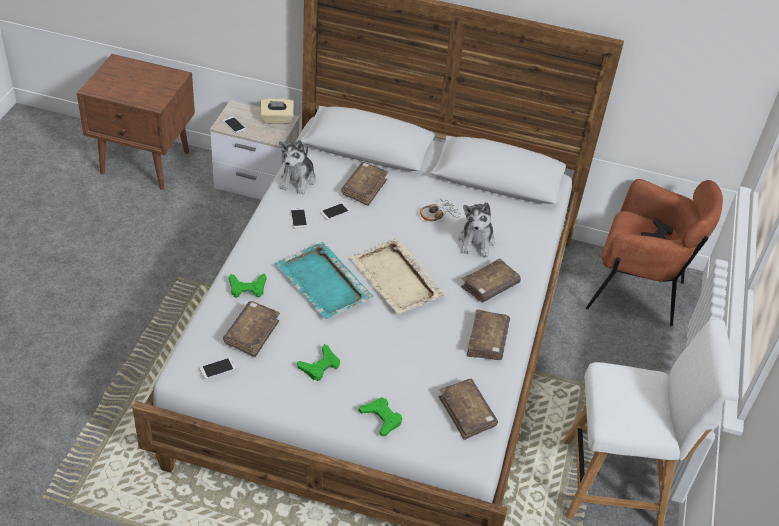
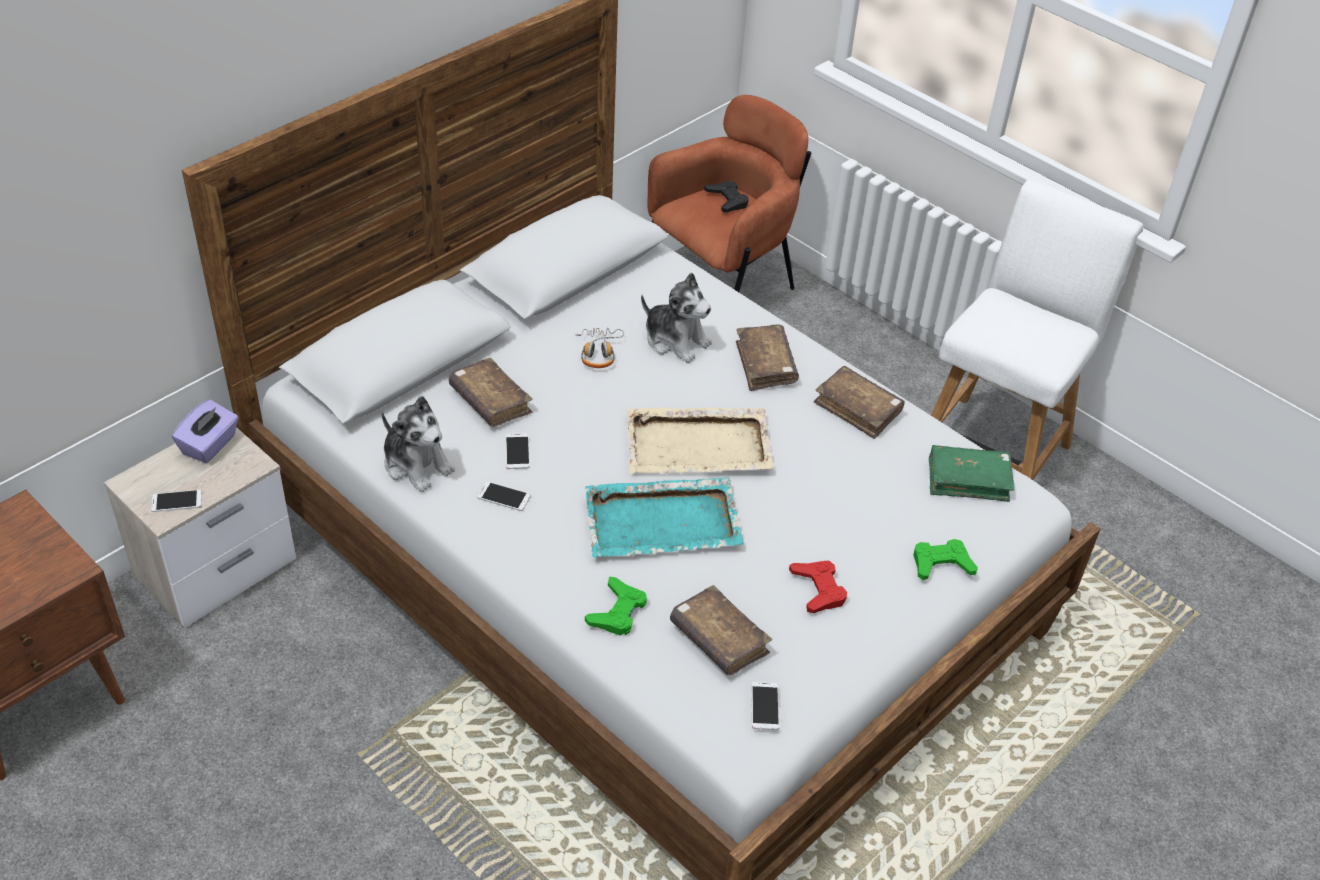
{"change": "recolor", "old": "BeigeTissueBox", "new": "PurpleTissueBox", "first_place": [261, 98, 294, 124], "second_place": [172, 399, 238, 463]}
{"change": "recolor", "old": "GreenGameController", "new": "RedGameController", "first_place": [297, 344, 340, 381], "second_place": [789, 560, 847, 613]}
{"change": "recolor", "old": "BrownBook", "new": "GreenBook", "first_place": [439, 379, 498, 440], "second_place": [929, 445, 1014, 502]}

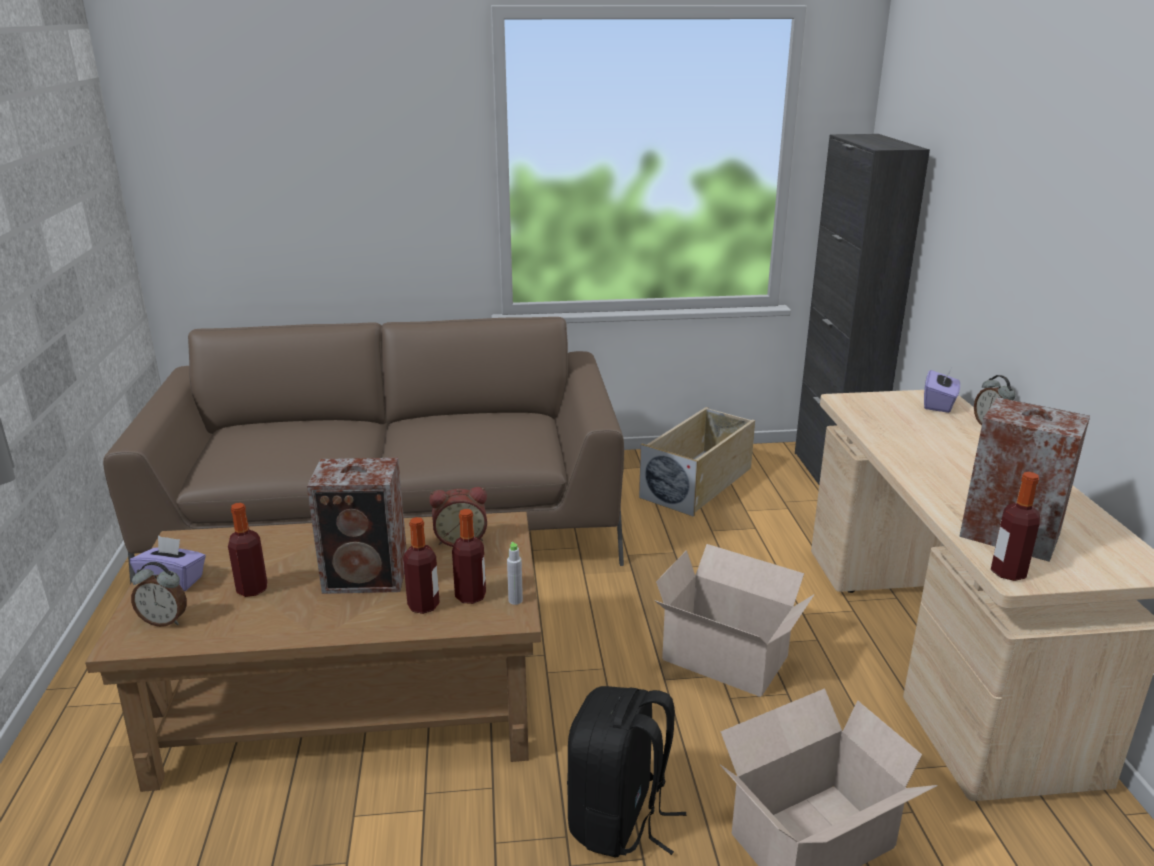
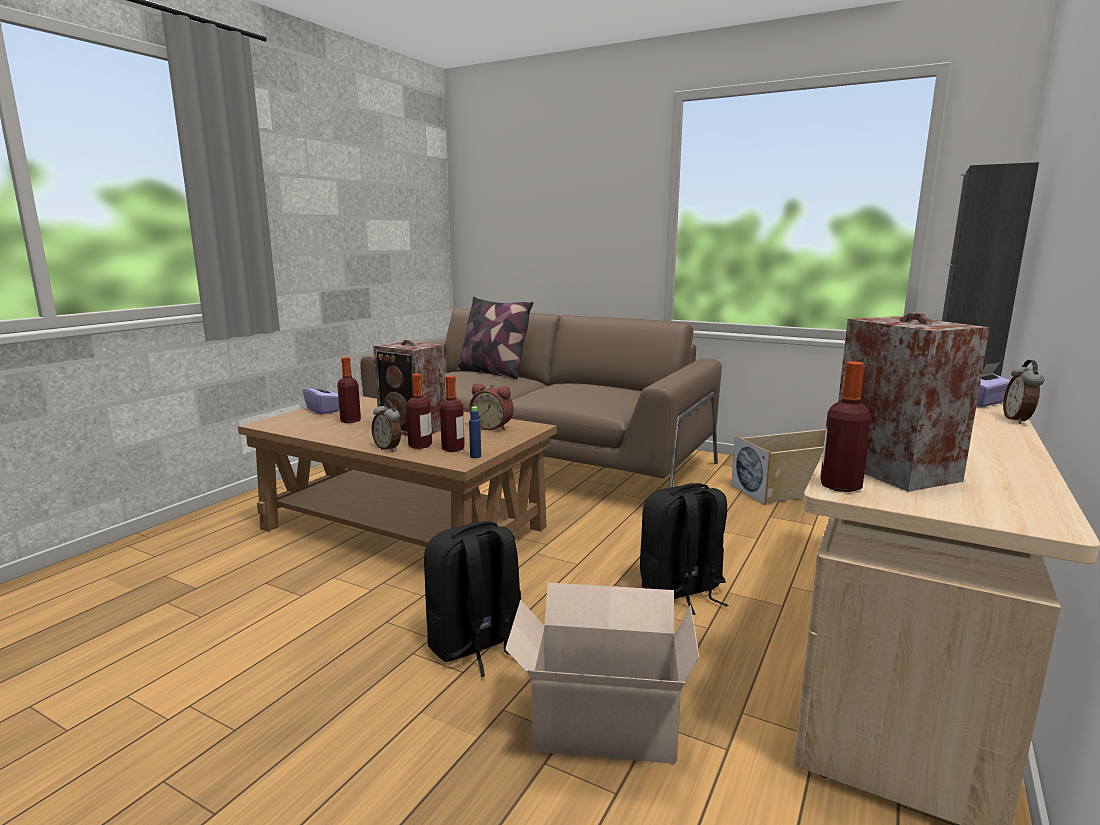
{"change": "move", "old": "AlarmClock", "first_place": [131, 562, 187, 627], "second_place": [372, 400, 401, 452]}
{"change": "insert", "new": "Pillow", "second_place": [457, 296, 534, 379]}
{"change": "recolor", "old": "GreyBottle", "new": "BlueBottle", "first_place": [507, 542, 523, 605], "second_place": [469, 406, 481, 458]}
{"change": "replace", "old": "CardboardBox", "new": "BlackBackpack", "first_place": [654, 544, 815, 697], "second_place": [640, 483, 728, 615]}

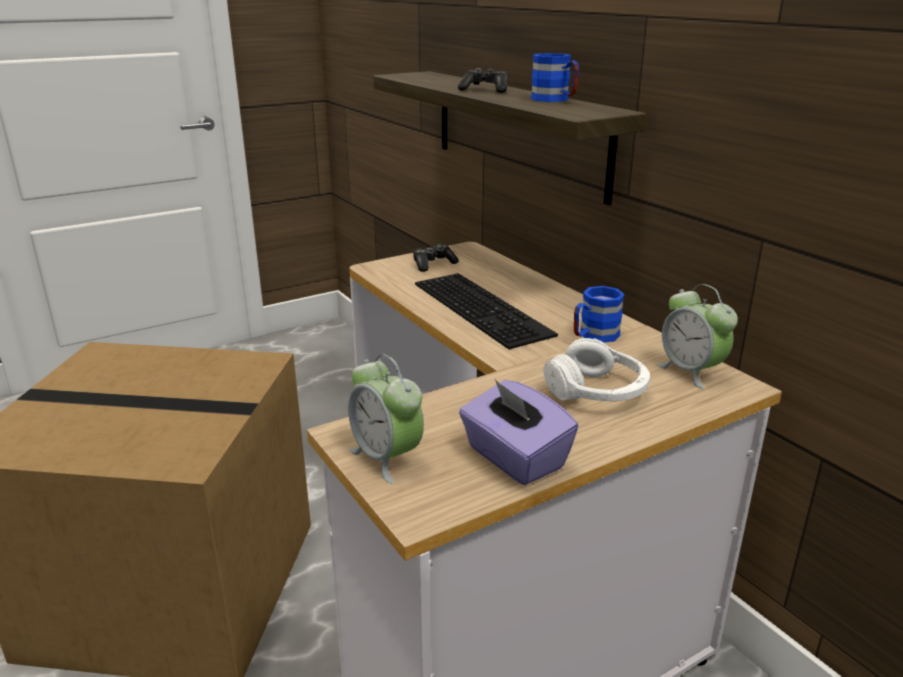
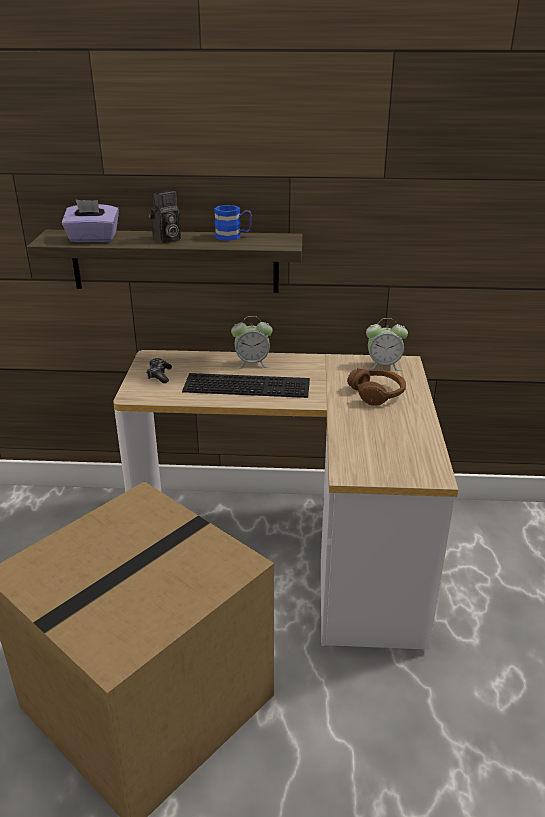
{"change": "move", "old": "PurpleTissueBox", "first_place": [459, 380, 578, 485], "second_place": [62, 199, 119, 242]}
{"change": "replace", "old": "GameController", "new": "PhotoCamera", "first_place": [458, 68, 508, 93], "second_place": [148, 190, 181, 243]}
{"change": "move", "old": "AlarmClock", "first_place": [348, 354, 424, 484], "second_place": [231, 316, 272, 369]}
{"change": "recolor", "old": "WhiteHeadphones", "new": "BrownHeadphones", "first_place": [544, 338, 650, 401], "second_place": [347, 368, 406, 406]}
{"change": "delete", "old": "BlueMug", "first_place": [574, 286, 625, 343]}

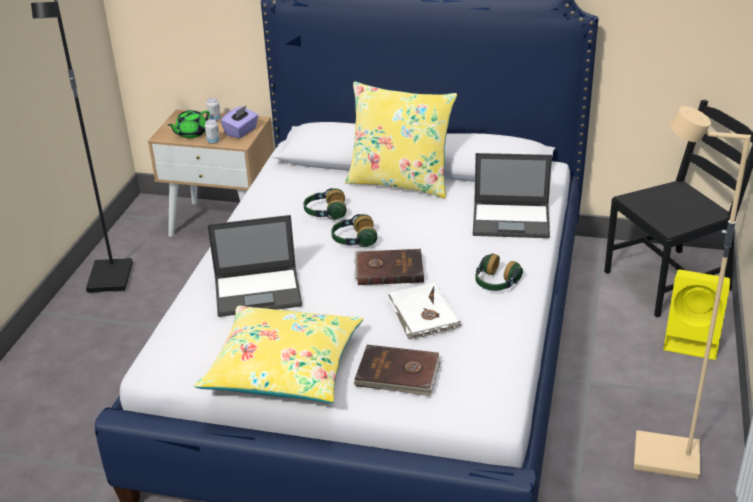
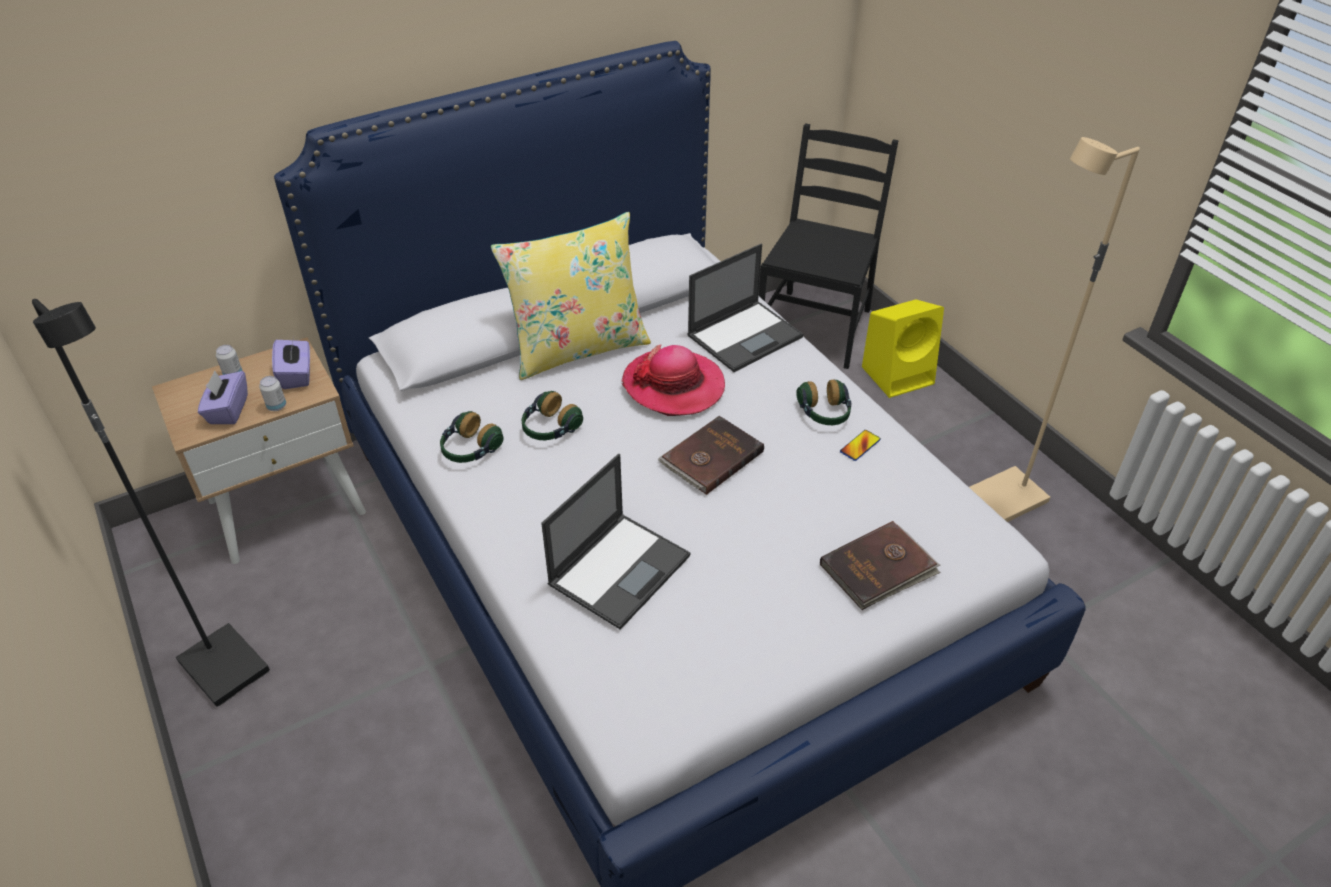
{"change": "replace", "old": "GreenTeapot", "new": "PurpleTissueBox", "first_place": [167, 110, 210, 138], "second_place": [198, 370, 248, 424]}
{"change": "move", "old": "Headphones", "first_place": [331, 214, 377, 247], "second_place": [440, 411, 504, 463]}
{"change": "insert", "new": "Hat", "second_place": [621, 345, 725, 416]}
{"change": "insert", "new": "Phone", "second_place": [840, 430, 881, 461]}
{"change": "delete", "old": "YellowPillow", "first_place": [194, 306, 363, 403]}
{"change": "delete", "old": "WhiteBook", "first_place": [388, 283, 461, 339]}

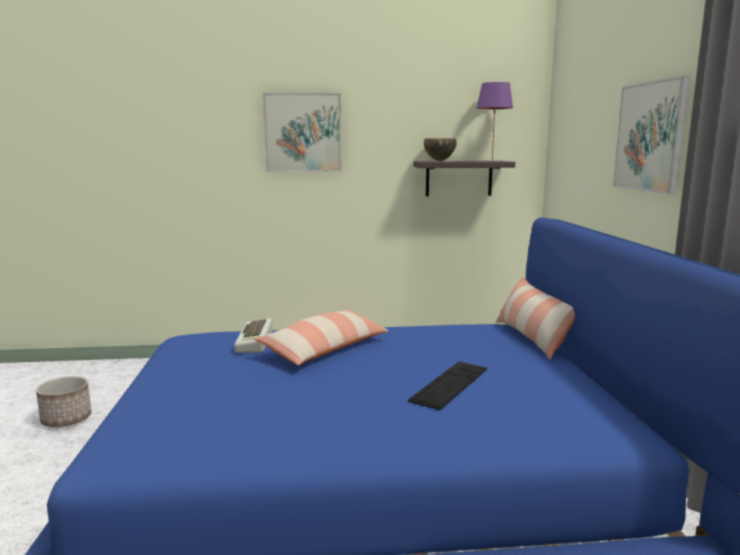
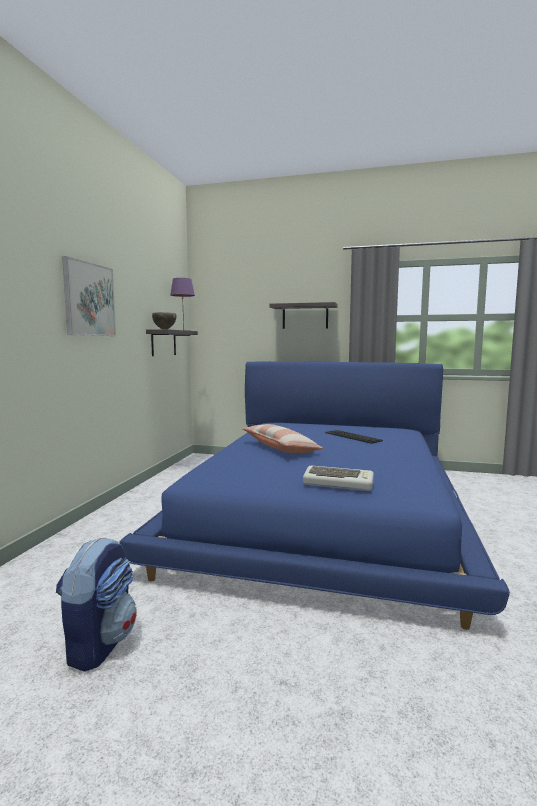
{"change": "replace", "old": "Planter", "new": "Backpack", "first_place": [36, 376, 91, 427], "second_place": [56, 538, 137, 672]}
{"change": "replace", "old": "Picture", "new": "Shelf", "first_place": [613, 76, 690, 194], "second_place": [269, 302, 337, 329]}
{"change": "move", "old": "Keyboard", "first_place": [234, 318, 272, 353], "second_place": [303, 466, 374, 491]}
{"change": "delete", "old": "Pillow", "first_place": [496, 276, 575, 360]}

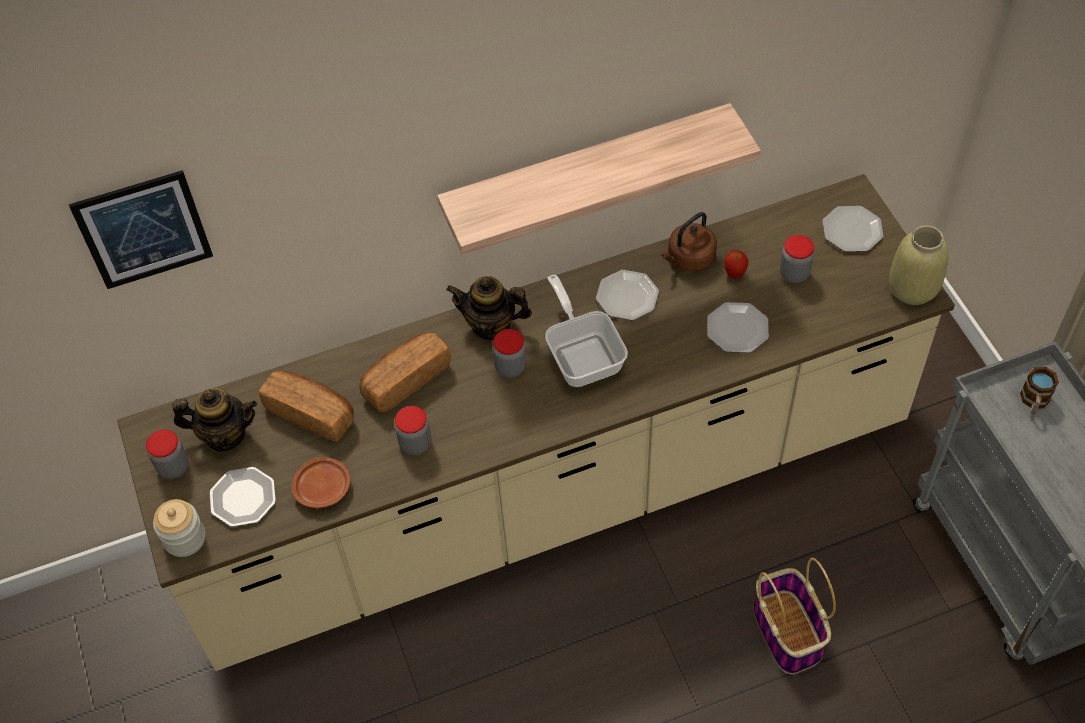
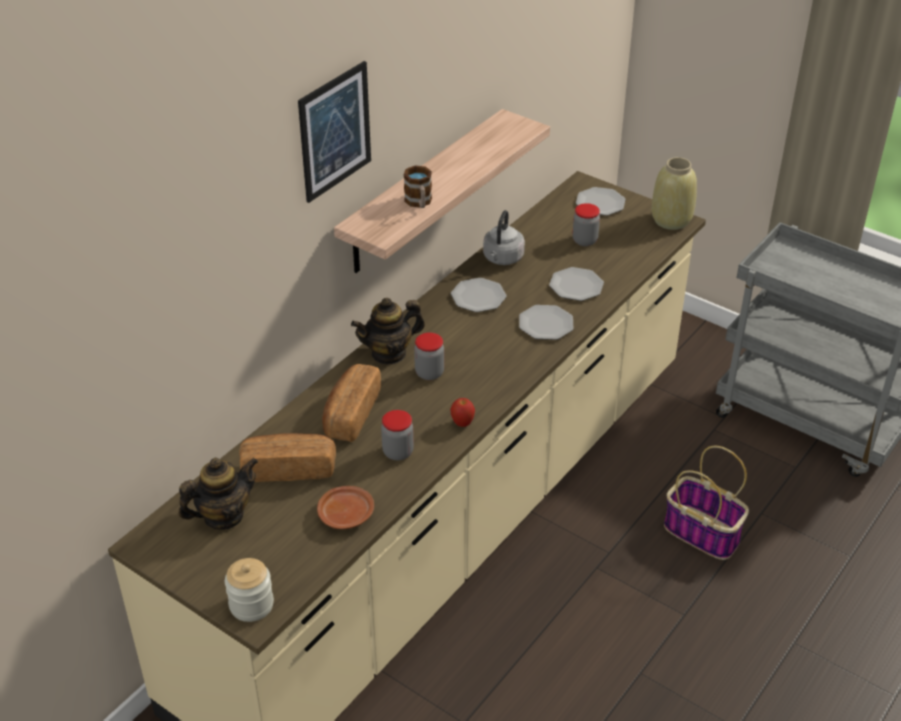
{"change": "move", "old": "Picture", "first_place": [69, 170, 213, 289], "second_place": [298, 61, 371, 203]}
{"change": "move", "old": "Mug", "first_place": [1020, 367, 1059, 414], "second_place": [404, 166, 432, 208]}
{"change": "move", "old": "Apple", "first_place": [724, 250, 748, 278], "second_place": [450, 398, 475, 427]}
{"change": "recolor", "old": "BrownKettle", "new": "GreyKettle", "first_place": [661, 212, 717, 272], "second_place": [483, 210, 525, 265]}
{"change": "move", "old": "Plate", "first_place": [210, 467, 276, 527], "second_place": [519, 305, 574, 340]}
{"change": "delete", "old": "Jar", "first_place": [146, 429, 189, 479]}
{"change": "delete", "old": "FryingPan", "first_place": [545, 275, 628, 387]}

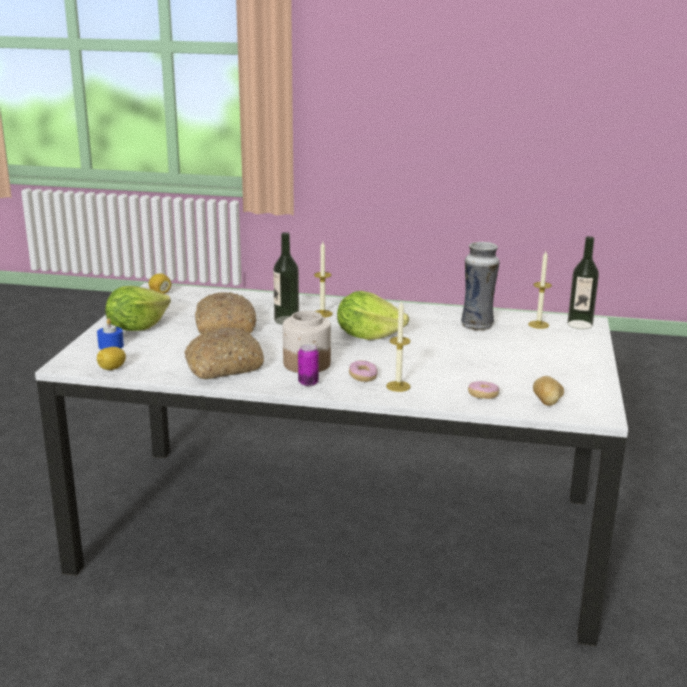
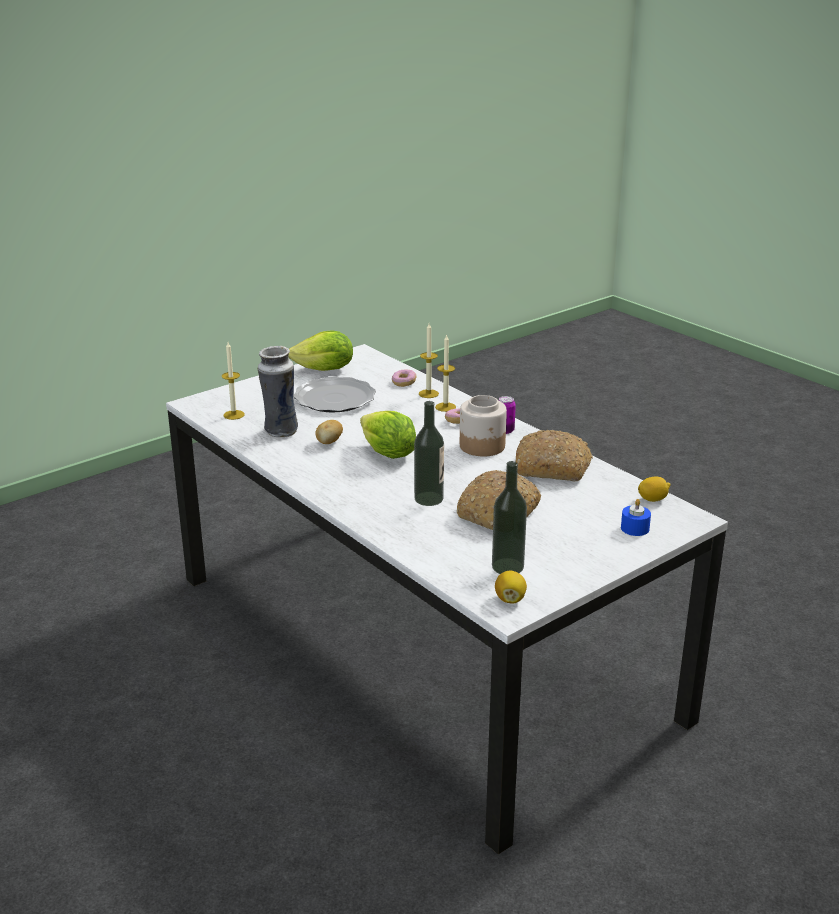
{"change": "move", "old": "Lettuce", "first_place": [105, 286, 171, 331], "second_place": [288, 330, 353, 371]}
{"change": "insert", "new": "Plate", "second_place": [294, 377, 376, 412]}
{"change": "move", "old": "Potato", "first_place": [533, 376, 564, 406], "second_place": [315, 420, 343, 444]}
{"change": "move", "old": "Candle", "first_place": [314, 242, 333, 317], "second_place": [419, 323, 439, 398]}
{"change": "move", "old": "Bottle", "first_place": [567, 236, 599, 329], "second_place": [492, 461, 527, 574]}

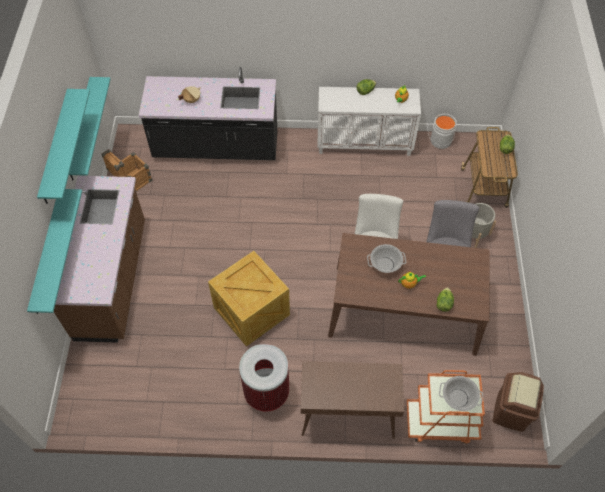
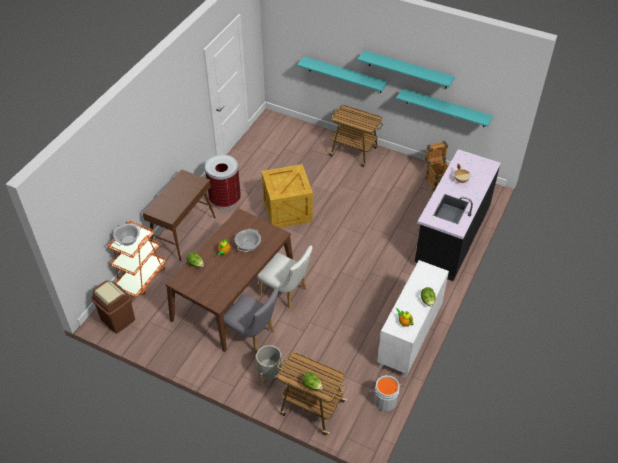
{"change": "replace", "old": "BrownCounter", "new": "Cart", "first_place": [54, 176, 145, 343], "second_place": [327, 105, 383, 167]}

